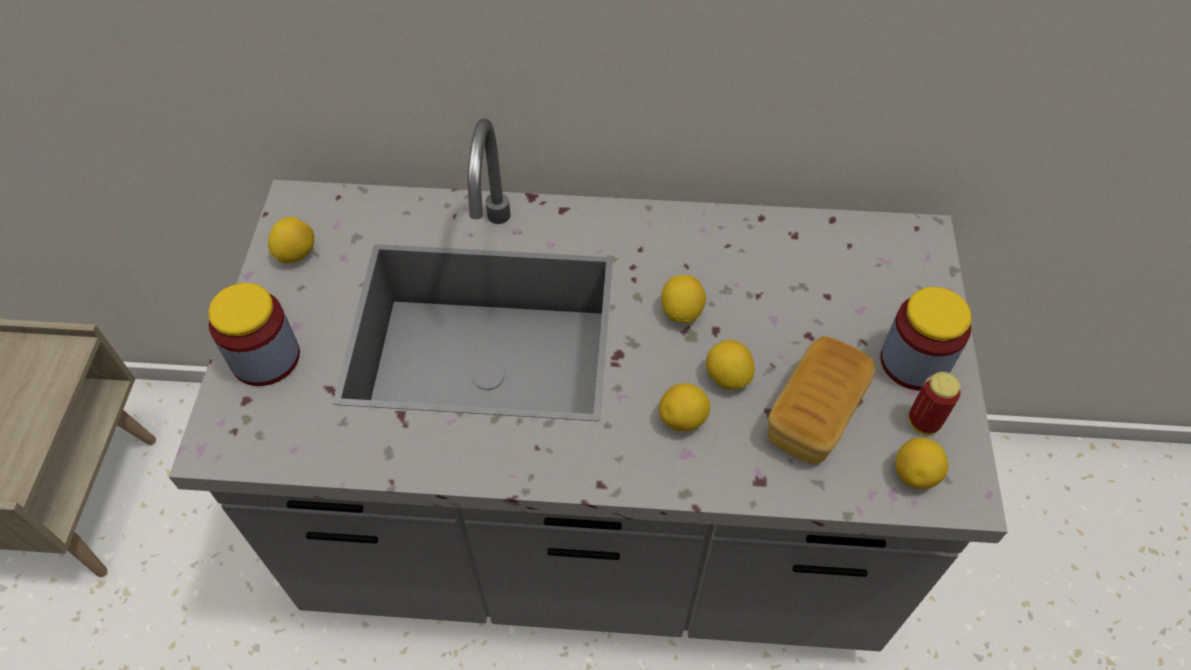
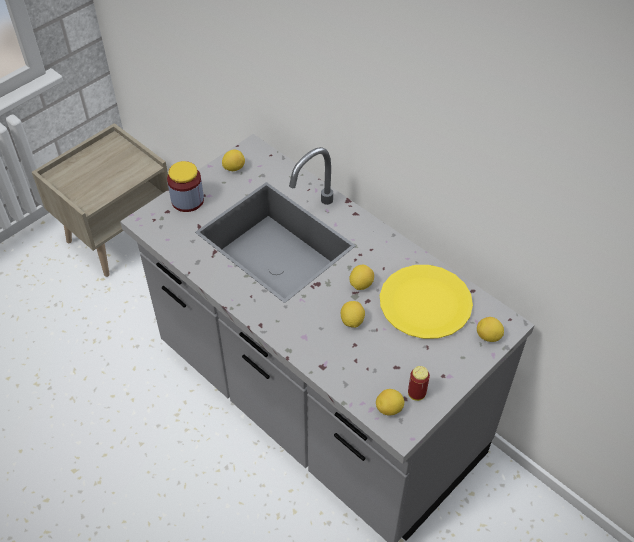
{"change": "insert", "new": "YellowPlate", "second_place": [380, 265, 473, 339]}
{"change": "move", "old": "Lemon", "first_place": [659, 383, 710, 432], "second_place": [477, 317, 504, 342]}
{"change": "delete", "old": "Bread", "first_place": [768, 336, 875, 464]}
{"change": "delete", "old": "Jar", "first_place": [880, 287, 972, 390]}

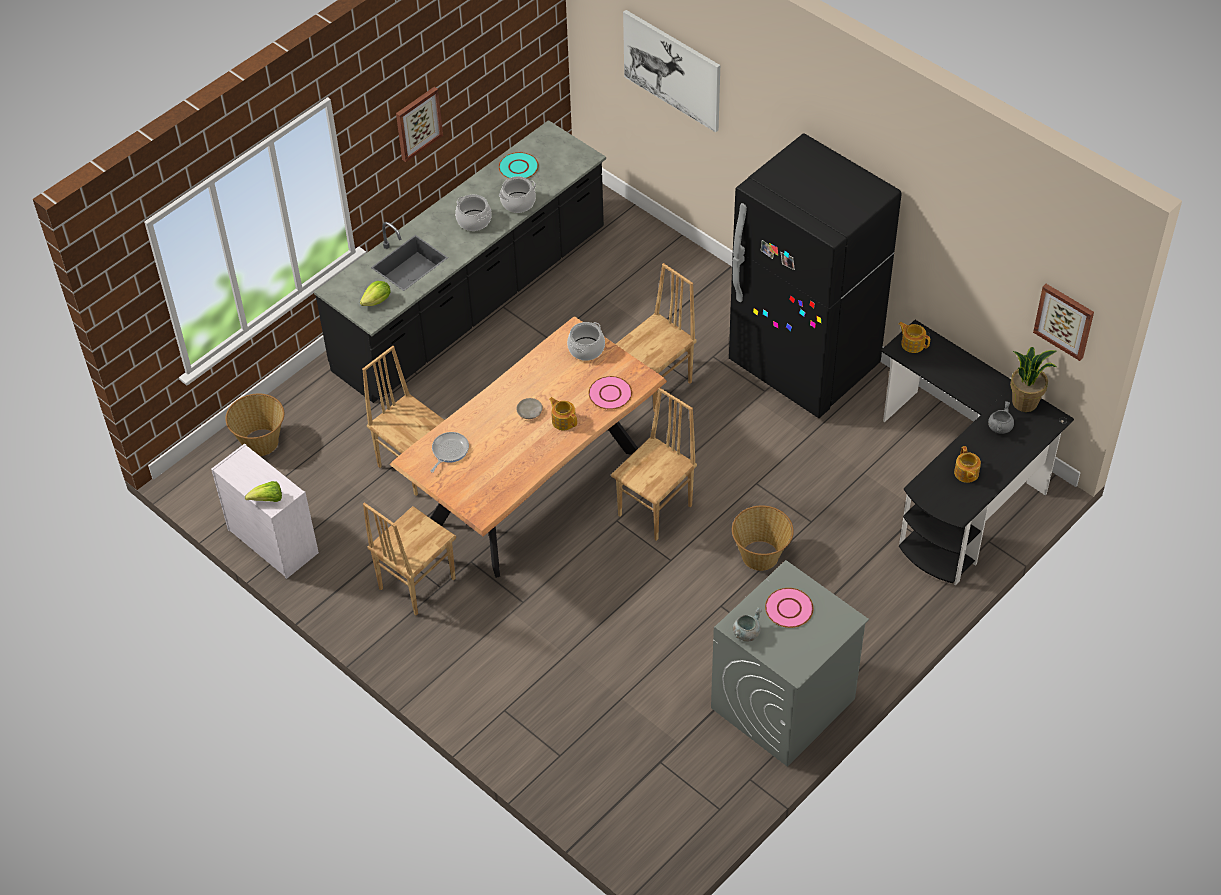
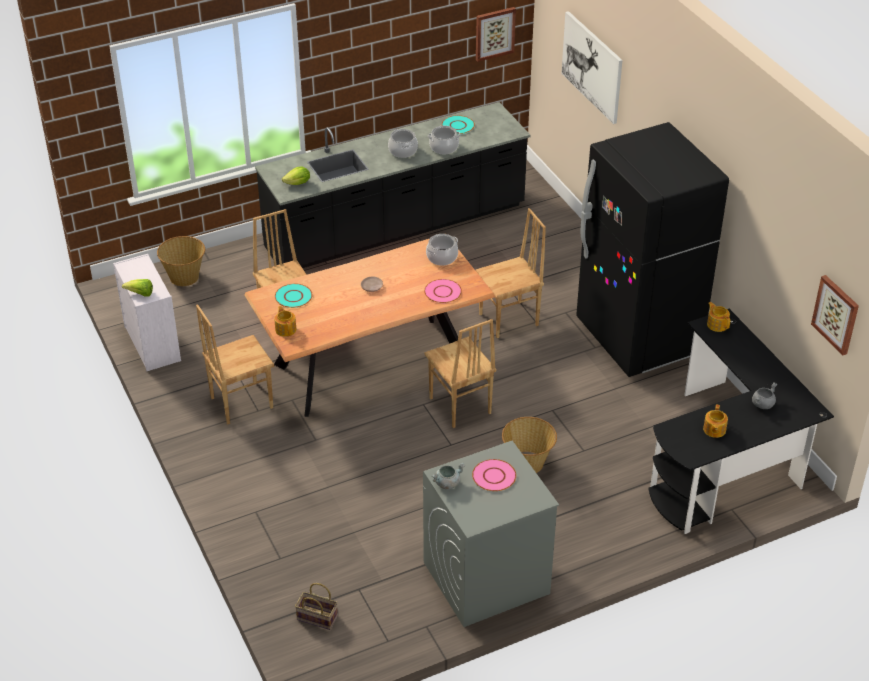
{"change": "move", "old": "Teapot", "first_place": [549, 397, 577, 430], "second_place": [274, 306, 296, 337]}
{"change": "replace", "old": "FryingPan", "new": "TurquoisePlate", "first_place": [430, 432, 469, 473], "second_place": [275, 284, 313, 308]}
{"change": "insert", "new": "Basket", "second_place": [295, 583, 338, 630]}
{"change": "rotate", "old": "BrownChair", "first_place": [611, 388, 697, 541], "second_place": [425, 319, 496, 428], "degrees": 90}
{"change": "move", "old": "Picture", "first_place": [396, 87, 443, 162], "second_place": [476, 7, 516, 62]}
{"change": "delete", "old": "PottedPlant", "first_place": [1010, 347, 1056, 412]}

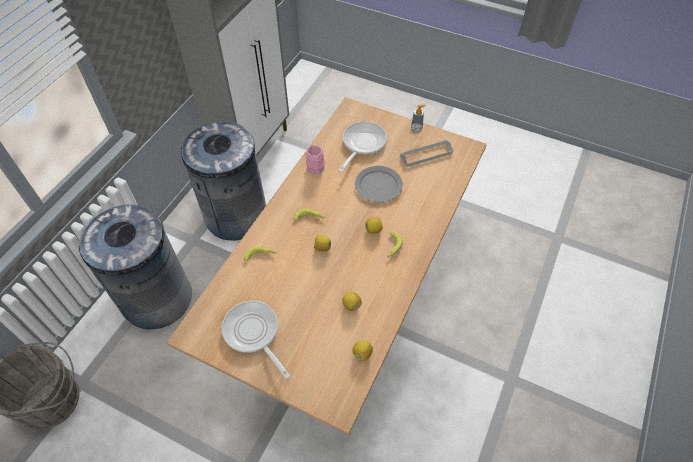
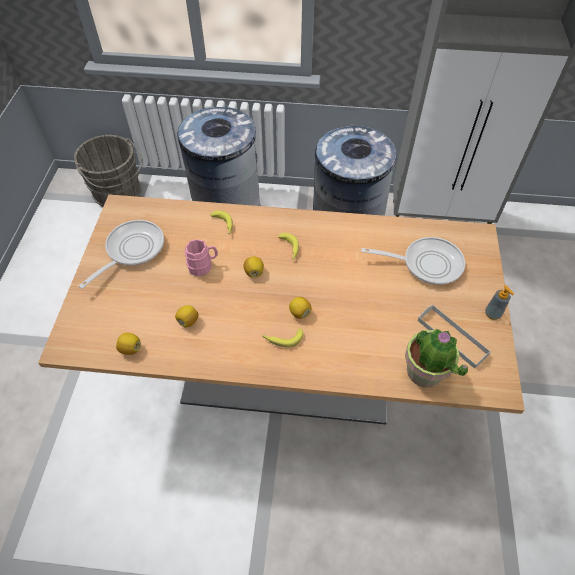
{"change": "move", "old": "PinkMug", "first_place": [305, 144, 325, 174], "second_place": [185, 239, 218, 276]}
{"change": "insert", "new": "PottedPlant", "second_place": [405, 328, 468, 388]}
{"change": "delete", "old": "GreyPlate", "first_place": [355, 166, 403, 202]}

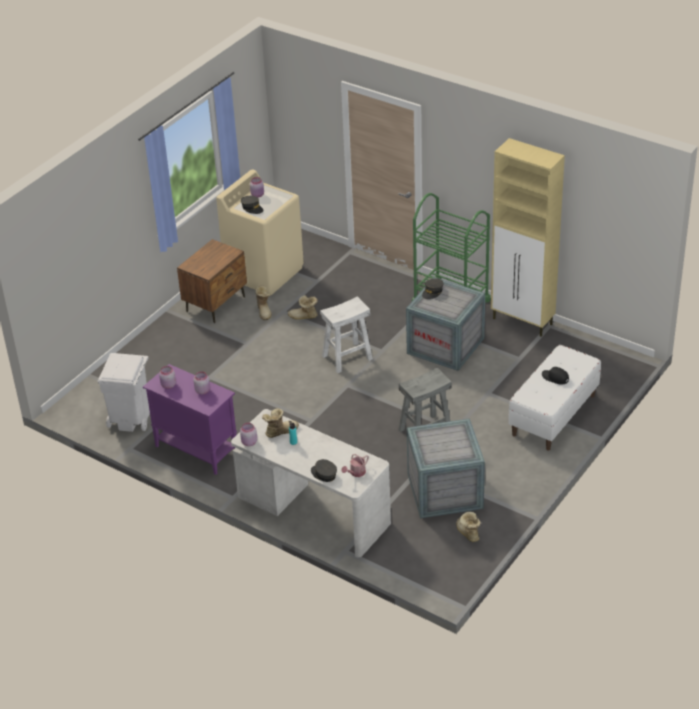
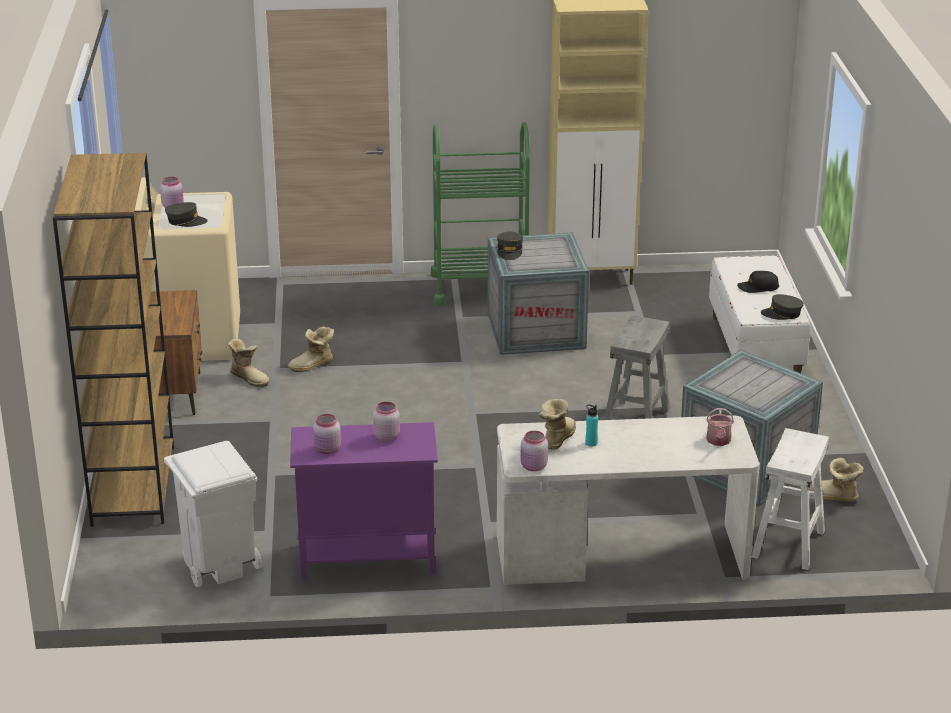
{"change": "insert", "new": "BrownBookcase", "second_place": [53, 153, 174, 527]}
{"change": "move", "old": "WhiteStool", "first_place": [320, 296, 373, 373], "second_place": [752, 428, 829, 570]}
{"change": "move", "old": "GreyCap", "first_place": [311, 459, 337, 482], "second_place": [761, 294, 804, 320]}

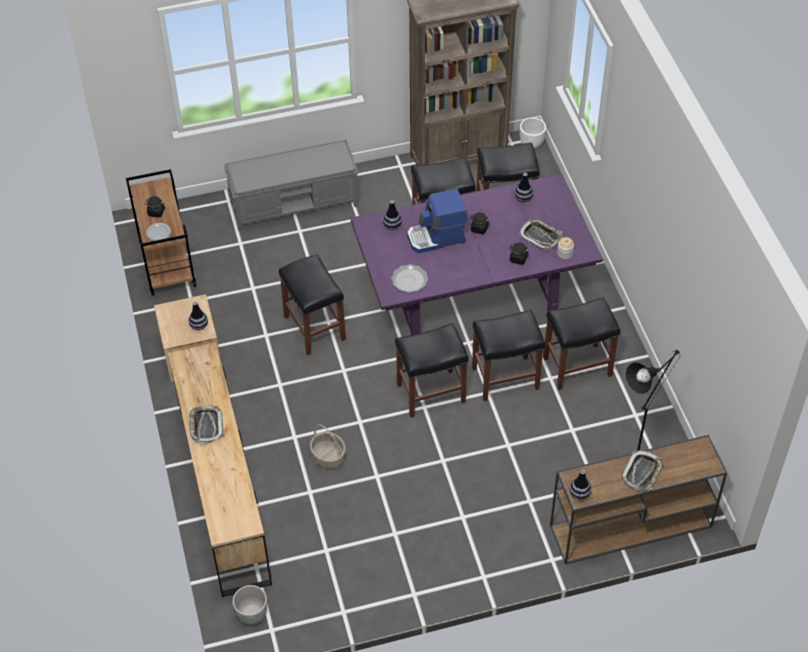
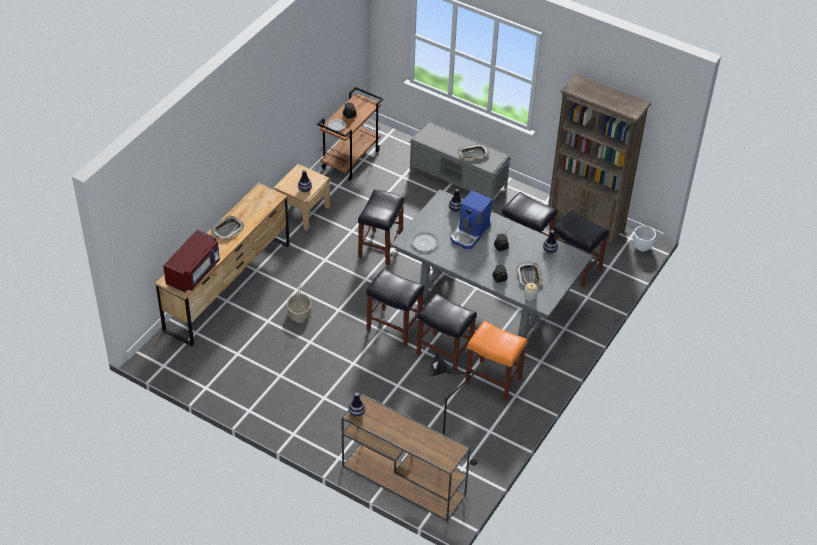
{"change": "insert", "new": "RedMicrowave", "second_place": [163, 230, 220, 292]}
{"change": "recolor", "old": "PurpleDiningTable", "new": "GreyDiningTable", "first_place": [351, 174, 603, 335], "second_place": [391, 189, 593, 338]}
{"change": "rotate", "old": "CoffeeMachine", "first_place": [407, 189, 467, 253], "second_place": [451, 191, 493, 249], "degrees": -90}
{"change": "move", "old": "Tray", "first_place": [621, 450, 663, 491], "second_place": [458, 144, 489, 160]}
{"change": "recolor", "old": "BlackStool", "new": "OrangeStool", "first_place": [543, 297, 620, 390], "second_place": [465, 321, 527, 401]}
{"change": "delete", "old": "GreyPlanter", "first_place": [233, 585, 267, 625]}

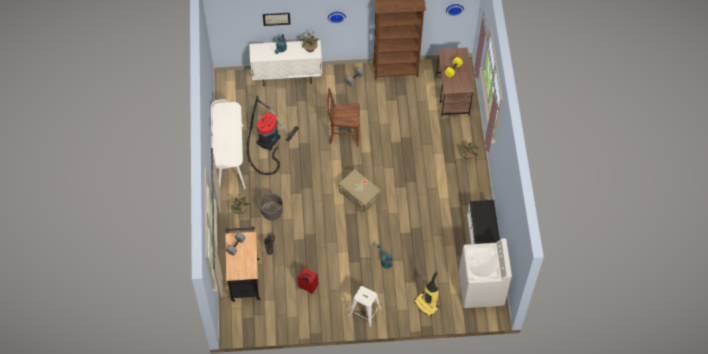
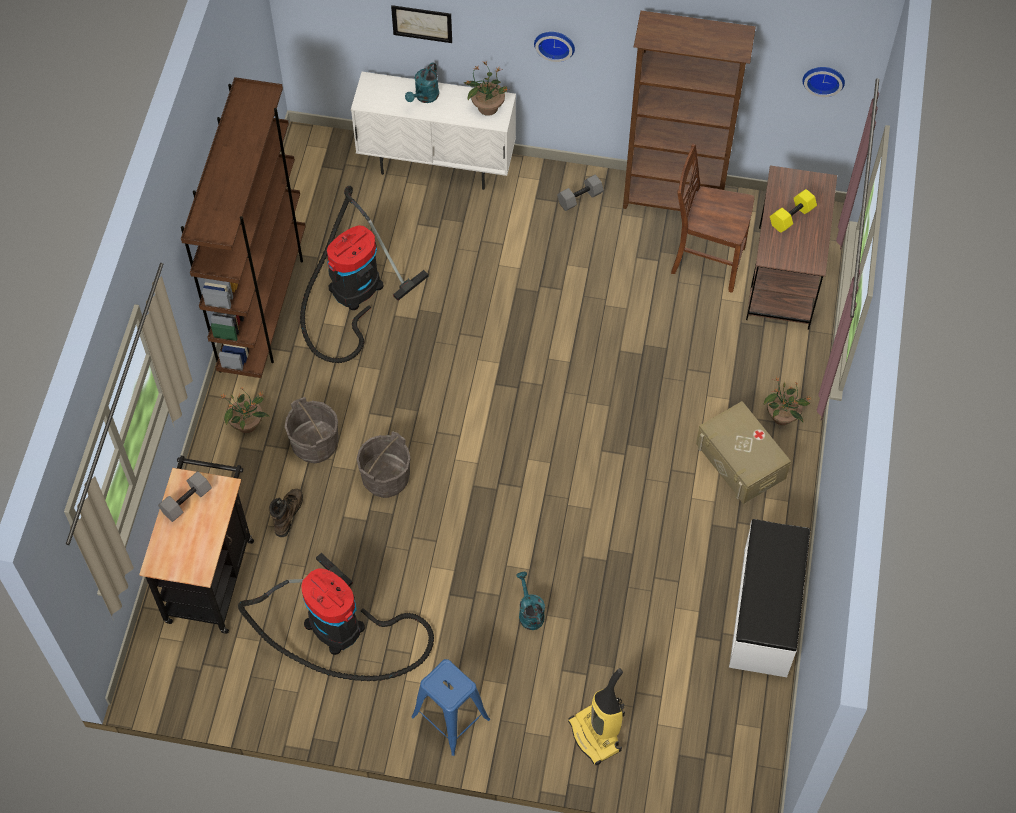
{"change": "replace", "old": "WhiteDesk", "new": "BrownBookcase", "first_place": [211, 99, 246, 189], "second_place": [181, 77, 306, 378]}
{"change": "replace", "old": "RedSuitcase", "new": "VacuumCleaner", "first_place": [298, 268, 318, 294], "second_place": [238, 553, 434, 681]}
{"change": "insert", "new": "GreyBucket", "second_place": [357, 431, 411, 498]}
{"change": "recolor", "old": "WhiteStool", "new": "BlueStool", "first_place": [349, 286, 381, 327], "second_place": [411, 659, 490, 756]}
{"change": "move", "old": "BrownChair", "first_place": [327, 87, 360, 147], "second_place": [671, 144, 754, 293]}
{"change": "move", "old": "BeigeStorageBox", "first_place": [339, 169, 381, 213], "second_place": [696, 401, 791, 504]}
{"change": "delete", "old": "WhiteWashingMachine", "first_place": [459, 238, 512, 308]}

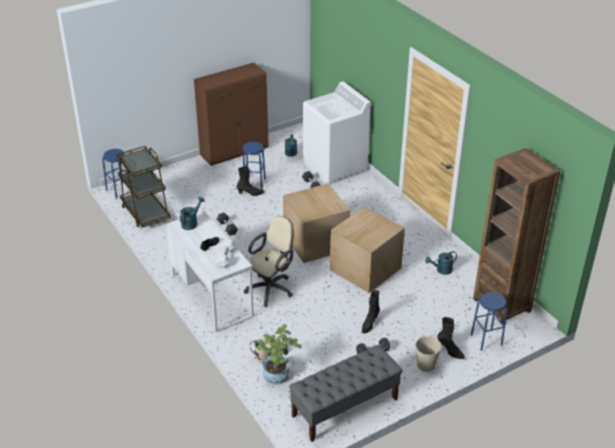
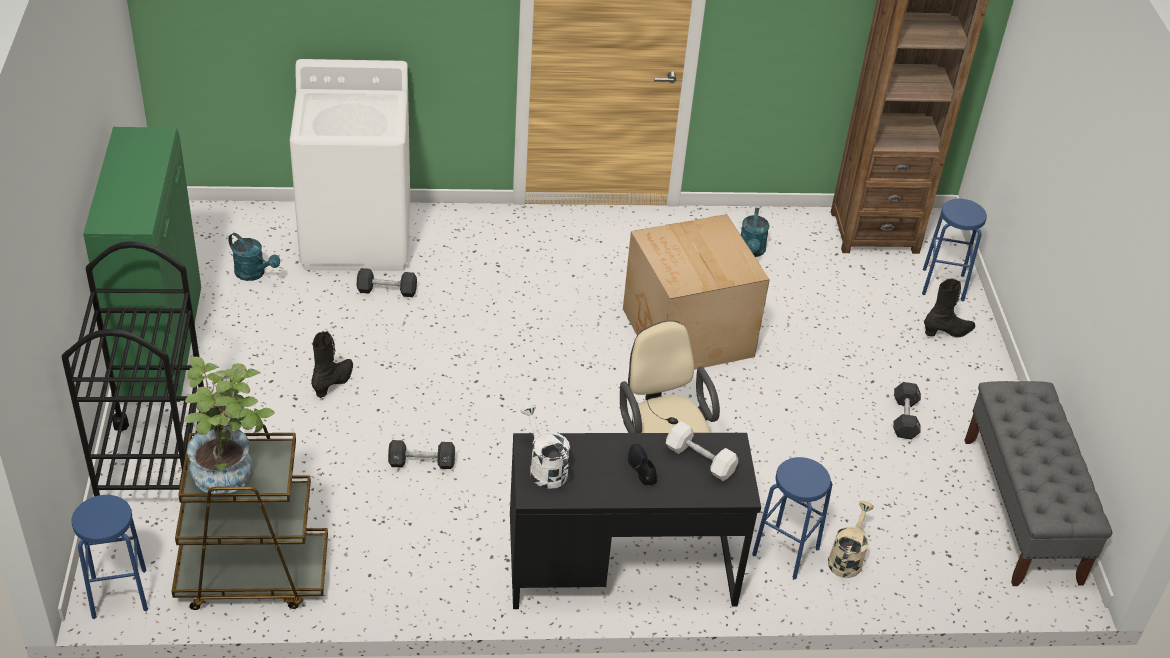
{"change": "insert", "new": "BlackCart", "second_place": [62, 241, 204, 497]}
{"change": "recolor", "old": "BrownCabinet", "new": "GreenCabinet", "first_place": [194, 63, 268, 166], "second_place": [83, 127, 201, 402]}
{"change": "move", "old": "PottedPlant", "first_place": [257, 324, 302, 385], "second_place": [184, 357, 275, 493]}
{"change": "recolor", "old": "WhiteDesk", "new": "BlackDesk", "first_place": [166, 211, 254, 332], "second_place": [510, 433, 761, 609]}
{"change": "recolor", "old": "TurquoiseWateringCan", "new": "WhiteWateringCan", "first_place": [180, 197, 205, 230], "second_place": [520, 404, 570, 489]}
{"change": "move", "old": "BlueStool", "first_place": [243, 142, 266, 190], "second_place": [752, 457, 832, 579]}
{"change": "delete", "old": "CardboardBox", "first_place": [283, 184, 350, 263]}
{"change": "delete", "old": "BlackBoot", "first_place": [362, 290, 380, 333]}
{"change": "delete", "old": "BeigeBucket", "first_place": [415, 336, 442, 372]}

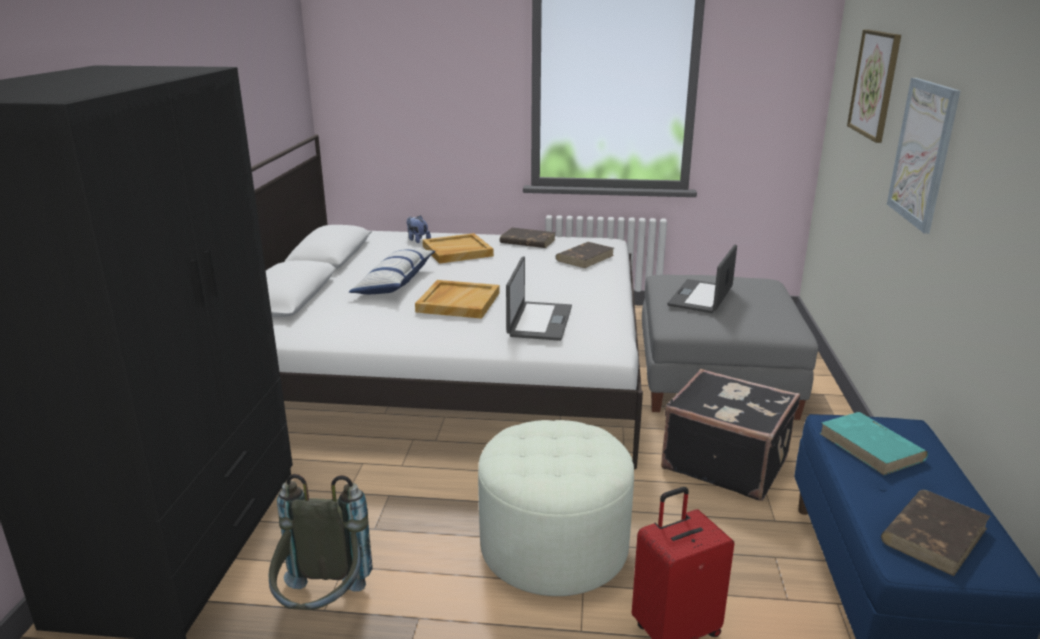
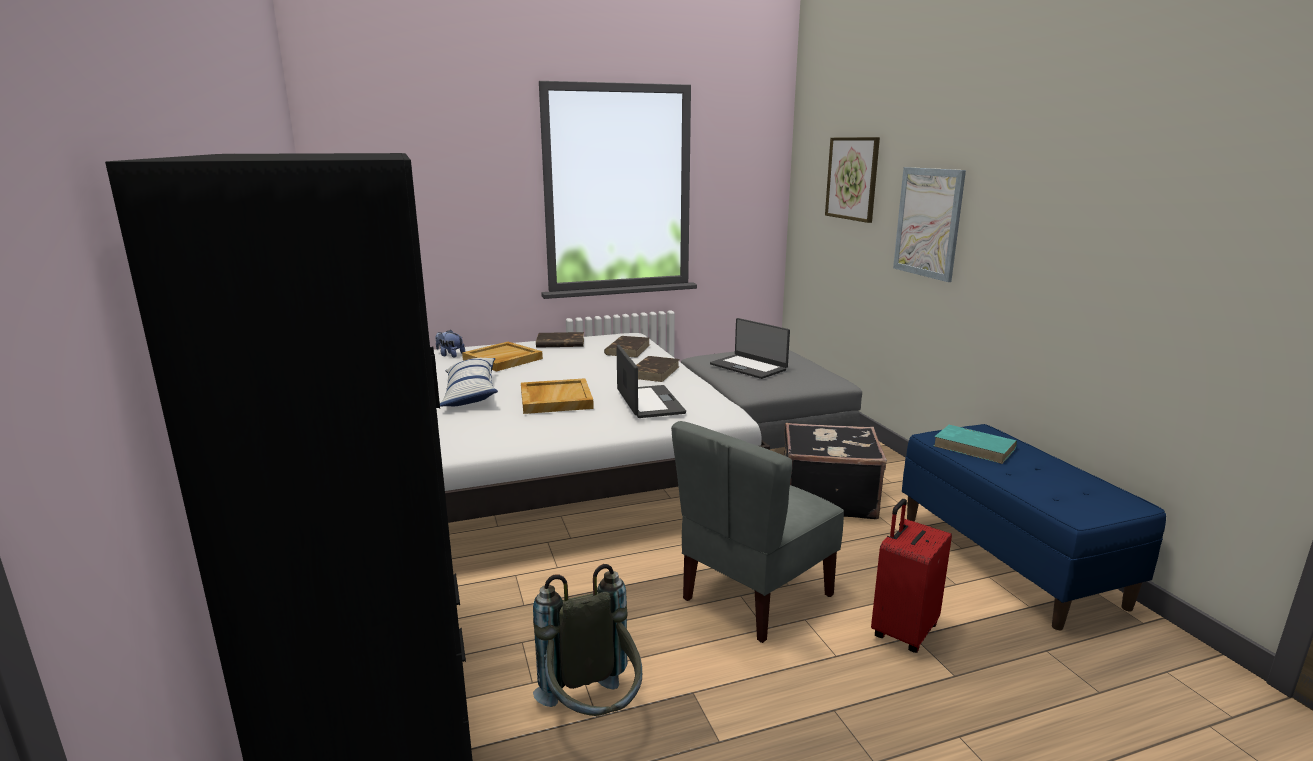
{"change": "move", "old": "BrownBook", "first_place": [881, 490, 990, 576], "second_place": [636, 356, 679, 382]}
{"change": "replace", "old": "WhiteOttoman", "new": "GreyChair", "first_place": [478, 420, 634, 596], "second_place": [671, 421, 844, 643]}
{"change": "rotate", "old": "Laptop", "first_place": [667, 244, 737, 313], "second_place": [710, 318, 790, 379], "degrees": -45}

